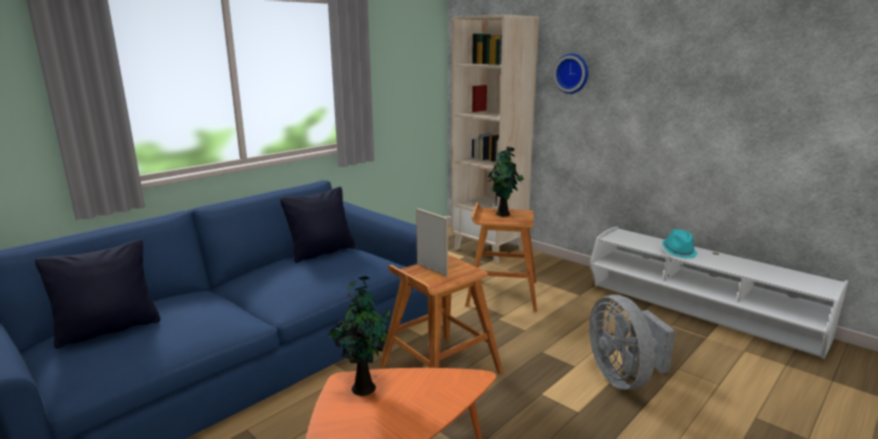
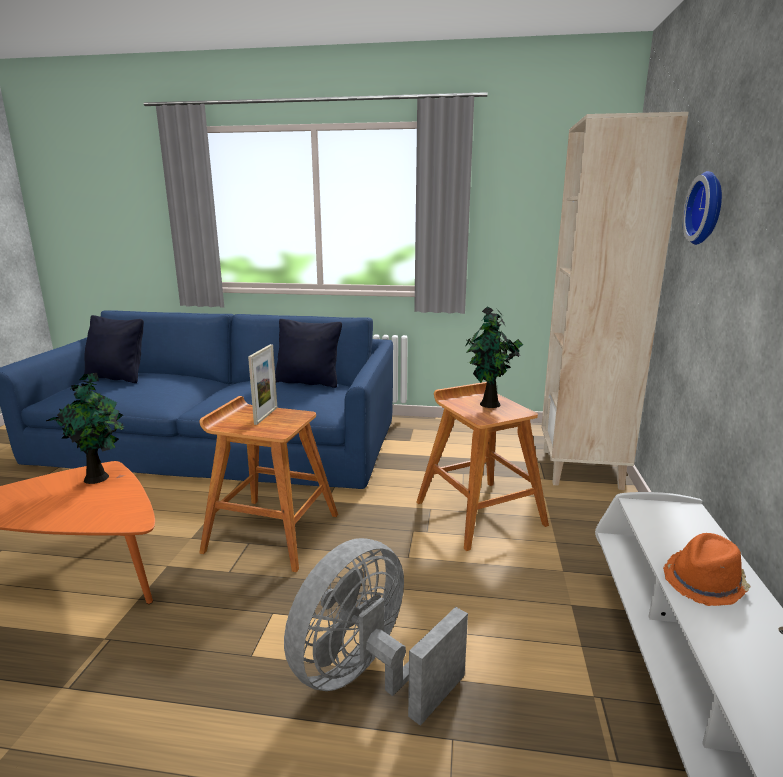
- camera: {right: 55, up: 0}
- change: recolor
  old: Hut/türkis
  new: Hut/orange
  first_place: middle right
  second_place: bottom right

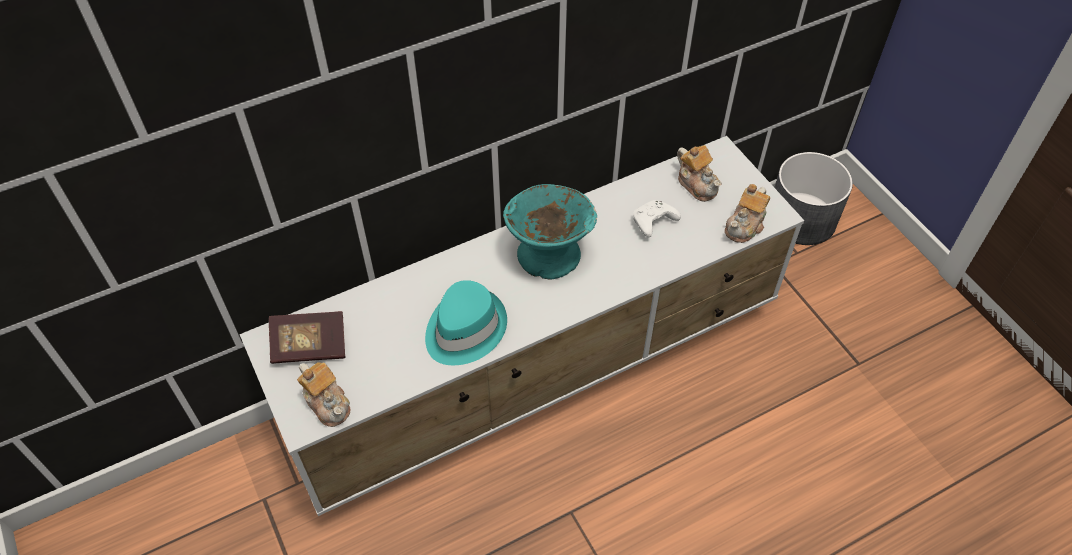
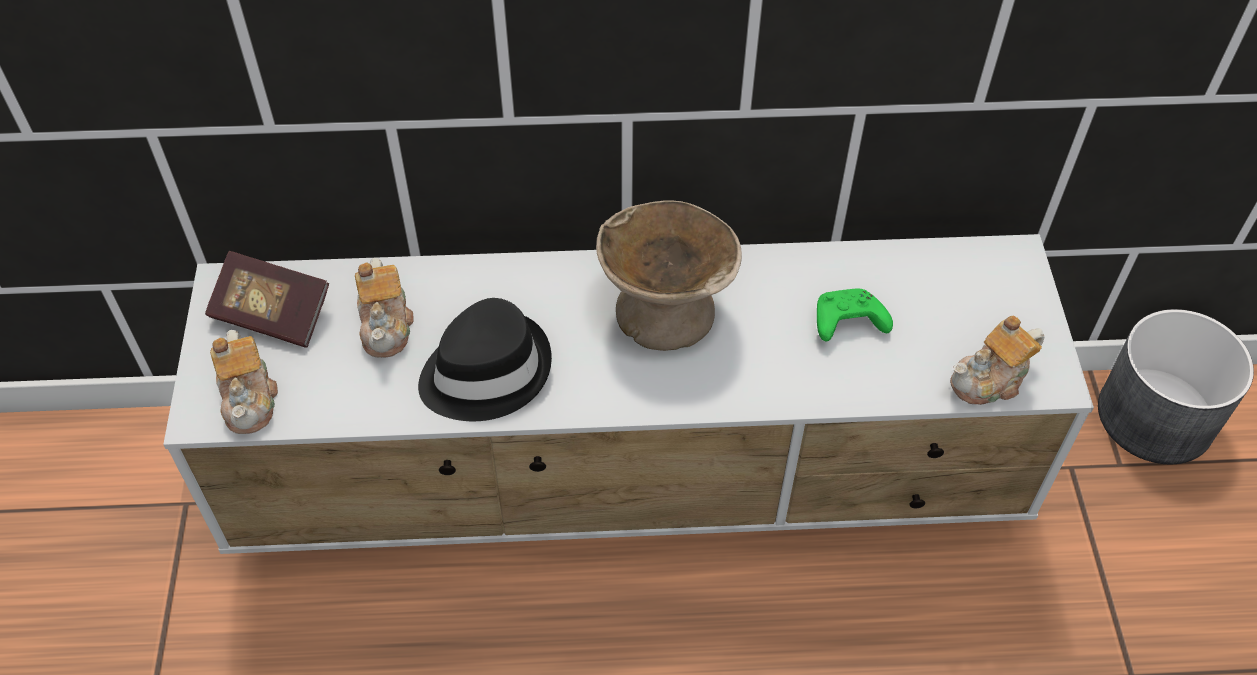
- camera: {right: 25, up: 0}
- change: move
  old: Teekanne (2nd from left)
  first_place: top centre
  second_place: middle left
- change: recolor
  old: Hut/türkis
  new: Hut/schwarz
  first_place: centre
  second_place: centre
- change: recolor
  old: Schüssel/türkis
  new: Schüssel/beige
  first_place: centre
  second_place: centre
- change: recolor
  old: Gamepad/weiß
  new: Gamepad/grün
  first_place: centre
  second_place: middle right

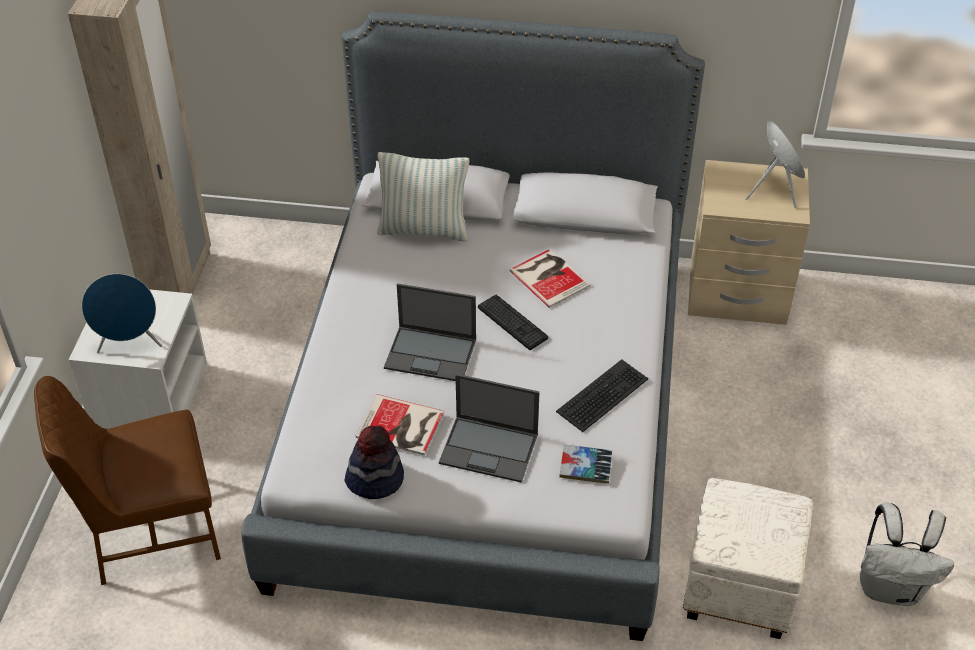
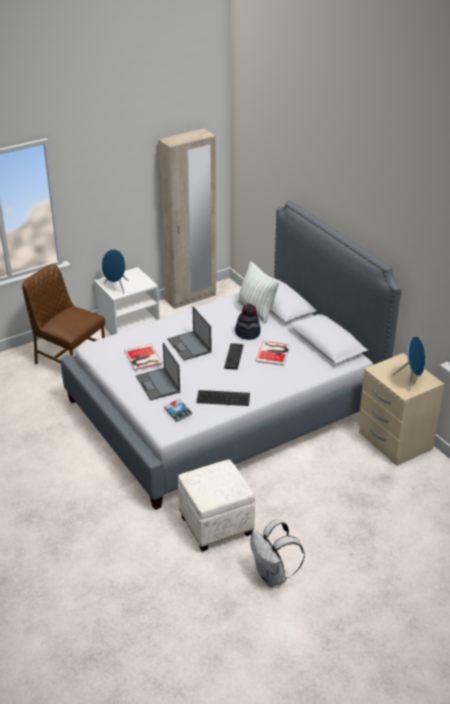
- camera: {right: 50, up: -10}
- change: move
  old: Hut
  first_place: bottom centre
  second_place: centre

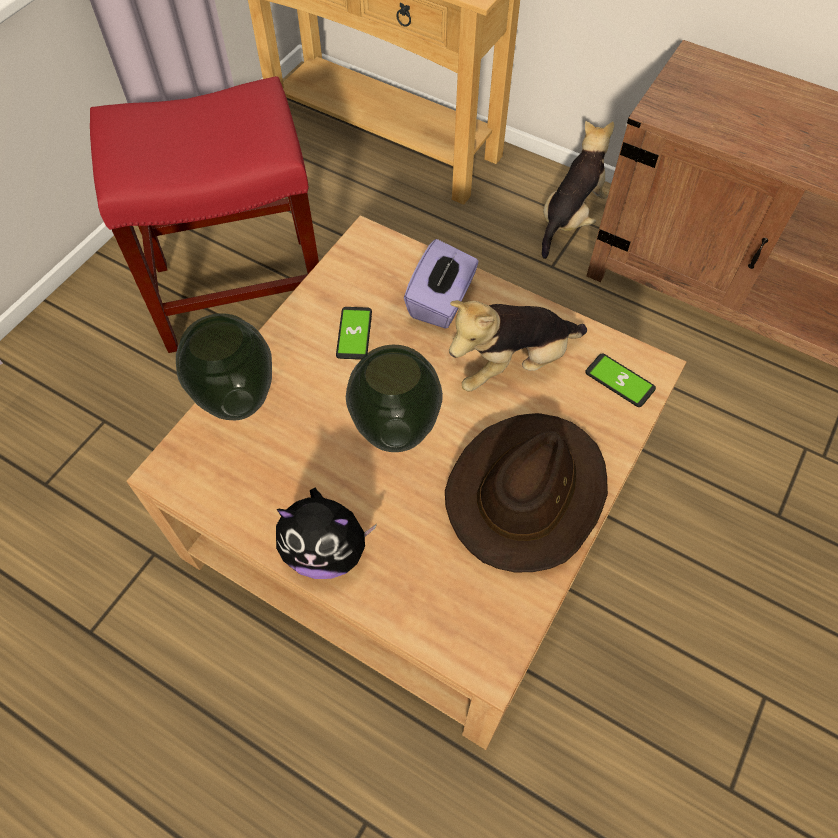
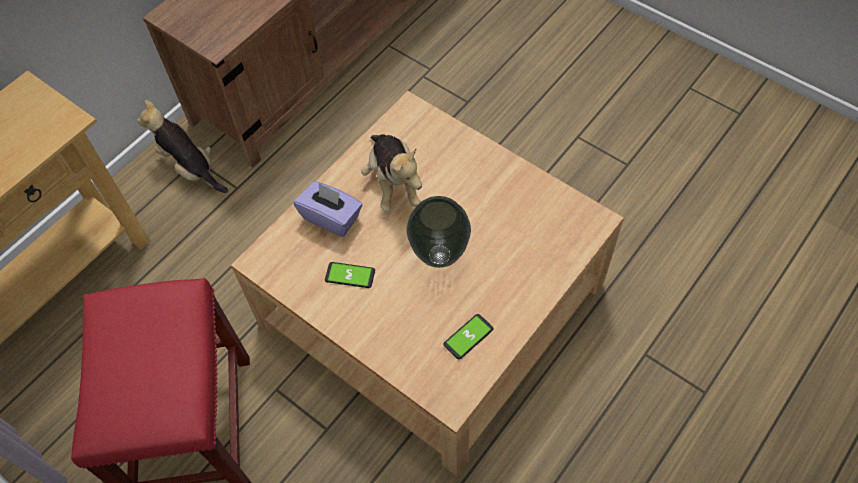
- camera: {right: -80, up: 0}
- change: move
  old: Handy (2nd from left)
  first_place: middle right
  second_place: bottom centre
- change: delete
  old: Vase (1st from left)
  first_place: middle left
- change: delete
  old: Plüschtier (1st from left)
  first_place: centre
- change: delete
  old: Hut/braun
  first_place: centre

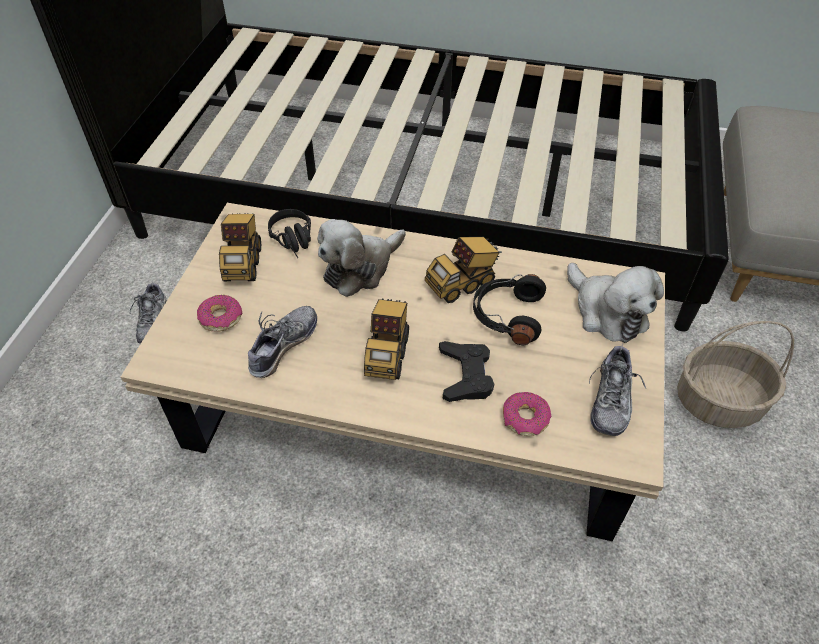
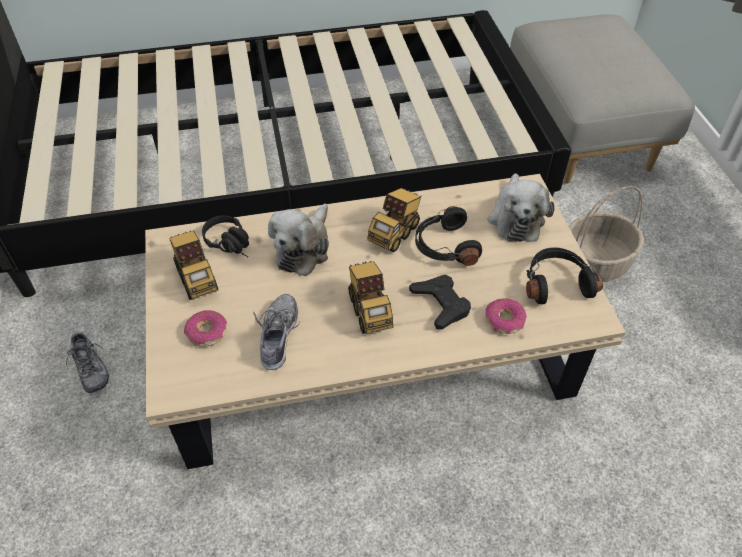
- camera: {right: -25, up: 0}
- change: rotate
  old: Plüschtier (2nd from left)
  first_place: middle right
  second_place: middle right
  degrees: 60
- change: replace
  old: Schuh (3rd from left)
  new: Kopfhörer/schwarz (3rd from left)
  first_place: middle right
  second_place: middle right

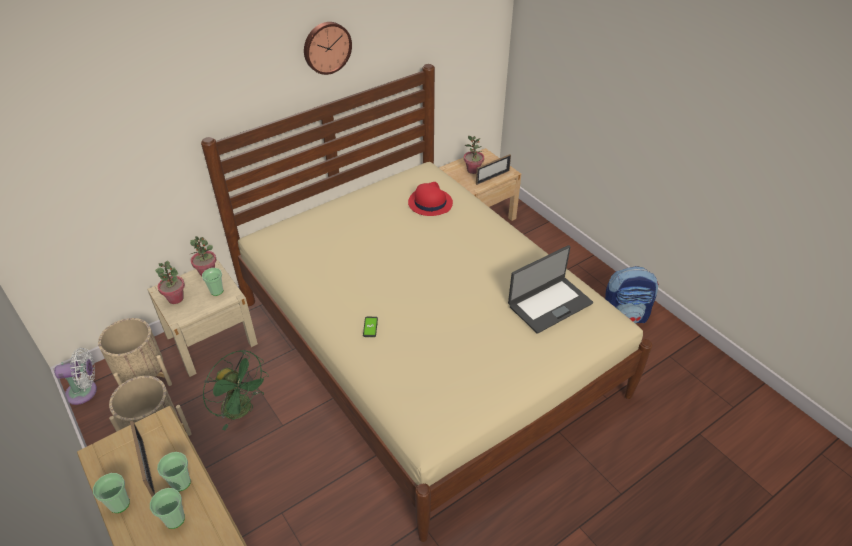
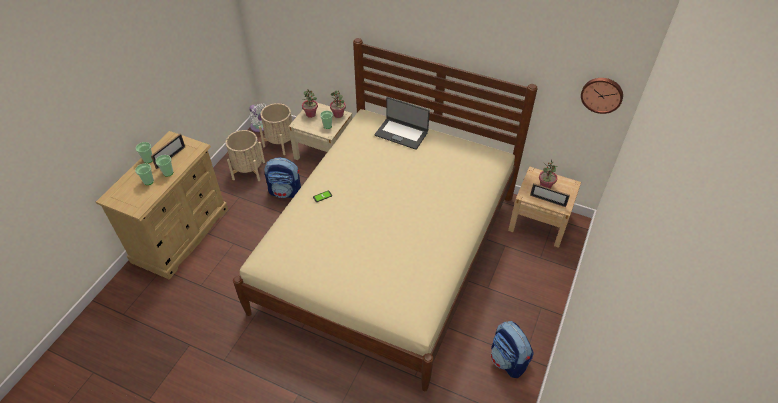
- camera: {right: 60, up: 5}
- change: replace
  old: Ventilator/grün
  new: Rucksack (1st from left)
  first_place: bottom left
  second_place: centre
- change: move
  old: Laptop
  first_place: centre
  second_place: top centre
- change: move
  old: Wanduhr
  first_place: top centre
  second_place: top right
- change: delete
  old: Hut/rot
  first_place: centre

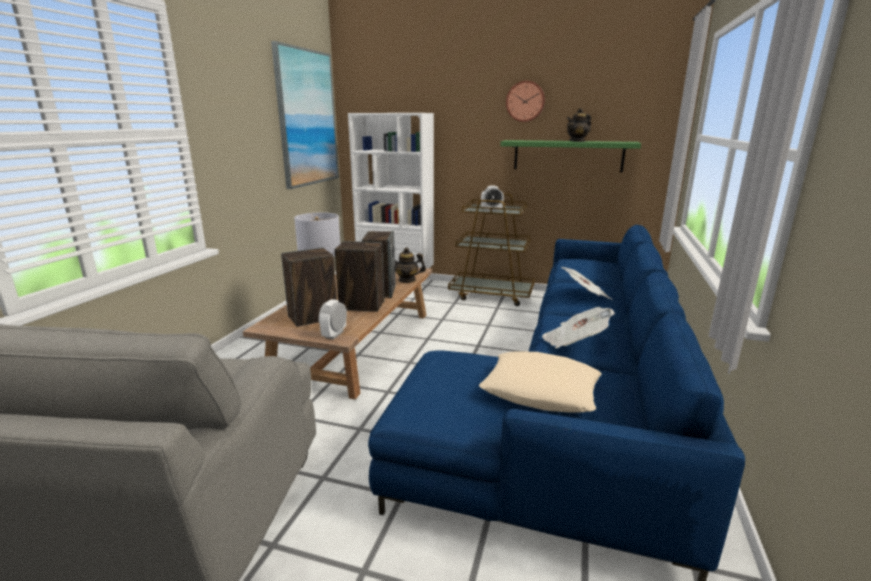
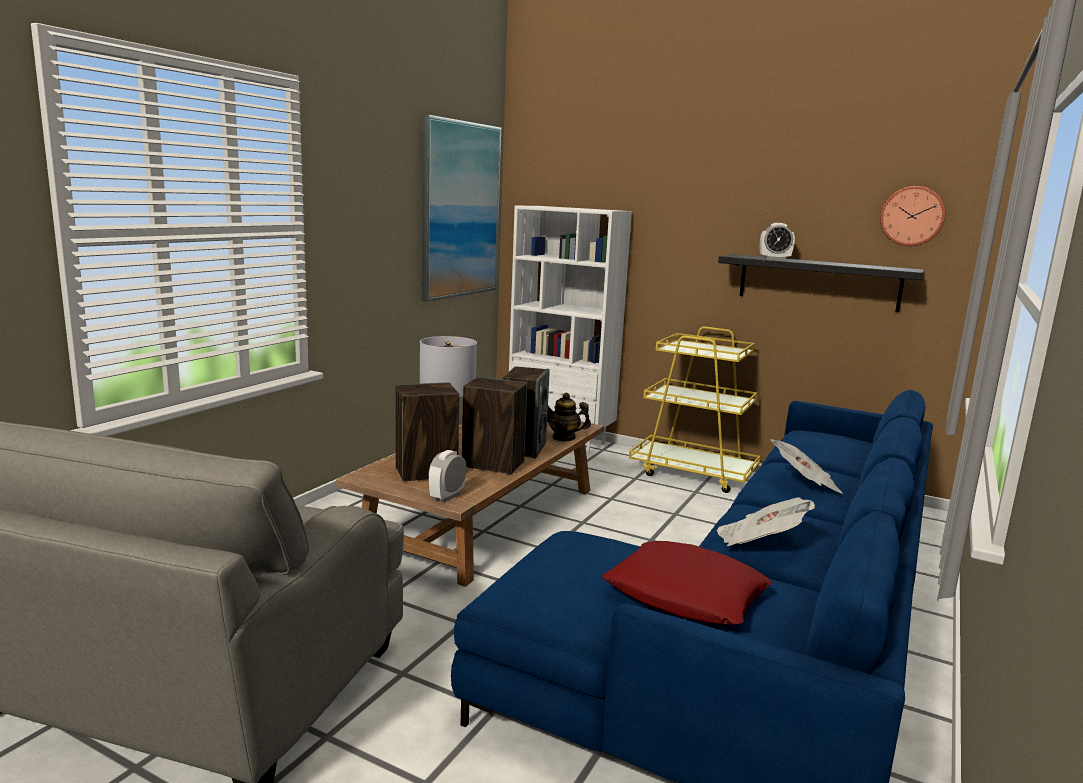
- camera: {right: 10, up: -5}
- change: recolor
  old: Kissen/beige
  new: Kissen/rot
  first_place: centre
  second_place: bottom centre
- change: recolor
  old: Rollwagen/braun
  new: Rollwagen/gelb
  first_place: centre
  second_place: centre
- change: recolor
  old: Wandregal/grün
  new: Wandregal/schwarz
  first_place: top centre
  second_place: middle right
- change: move
  old: Wecker (2nd from left)
  first_place: centre
  second_place: top right
- change: move
  old: Wanduhr
  first_place: top centre
  second_place: top right
- change: delete
  old: Teekanne (2nd from left)
  first_place: top centre

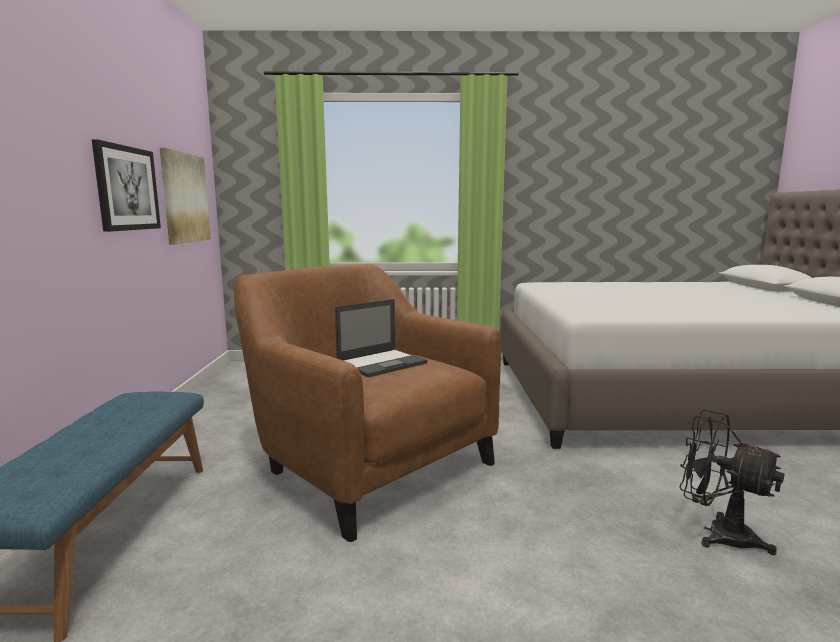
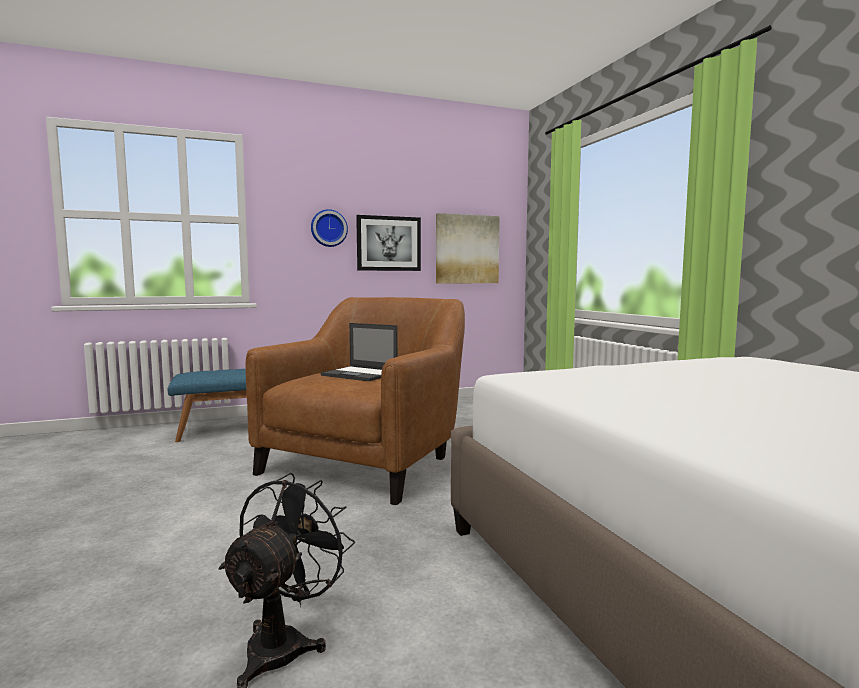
- camera: {right: 70, up: -5}
- change: insert
  new: Wanduhr
  second_place: top centre

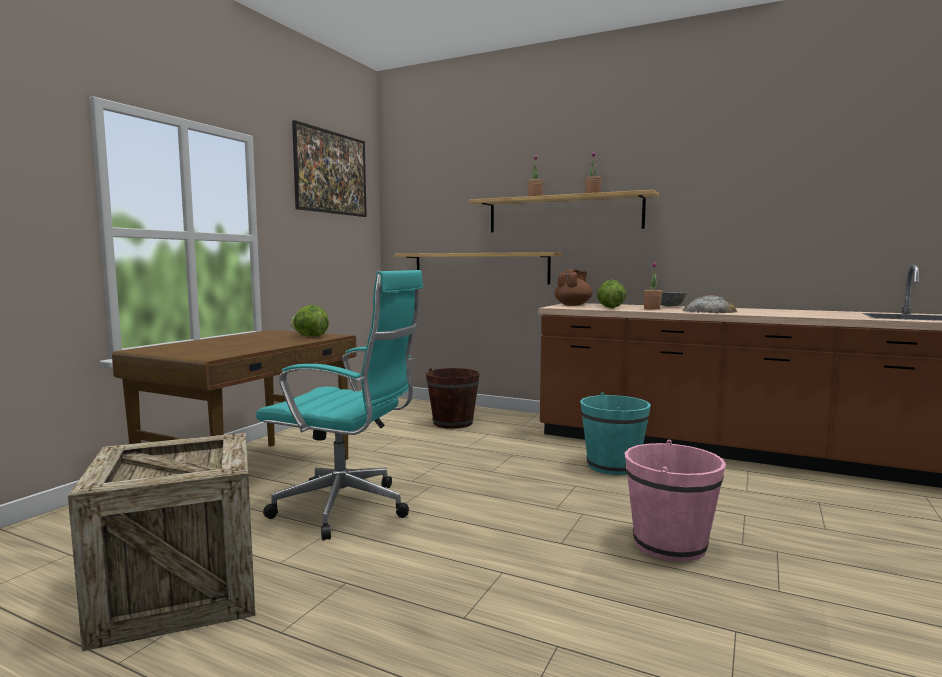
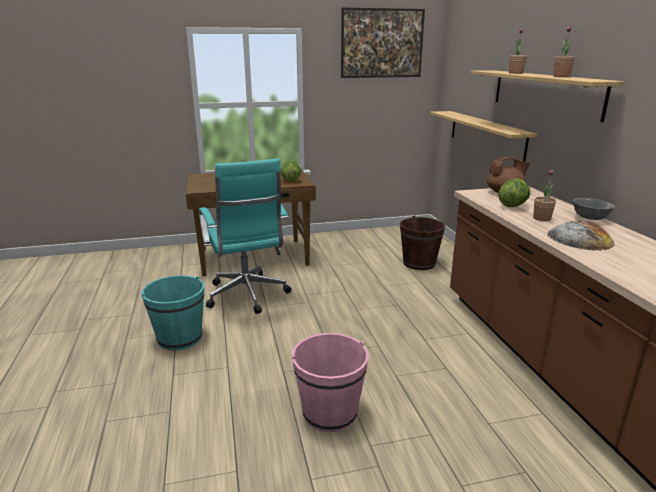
- camera: {right: 50, up: 15}
- change: move
  old: Eimer/türkis
  first_place: centre
  second_place: middle left
- change: delete
  old: Kiste
  first_place: bottom left

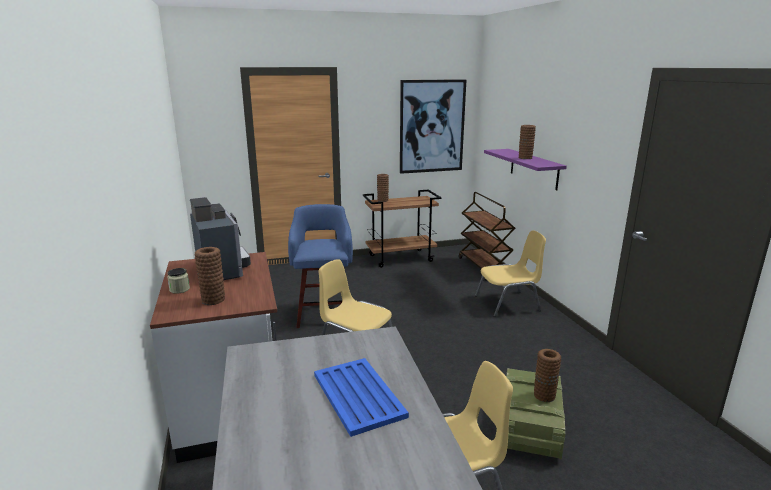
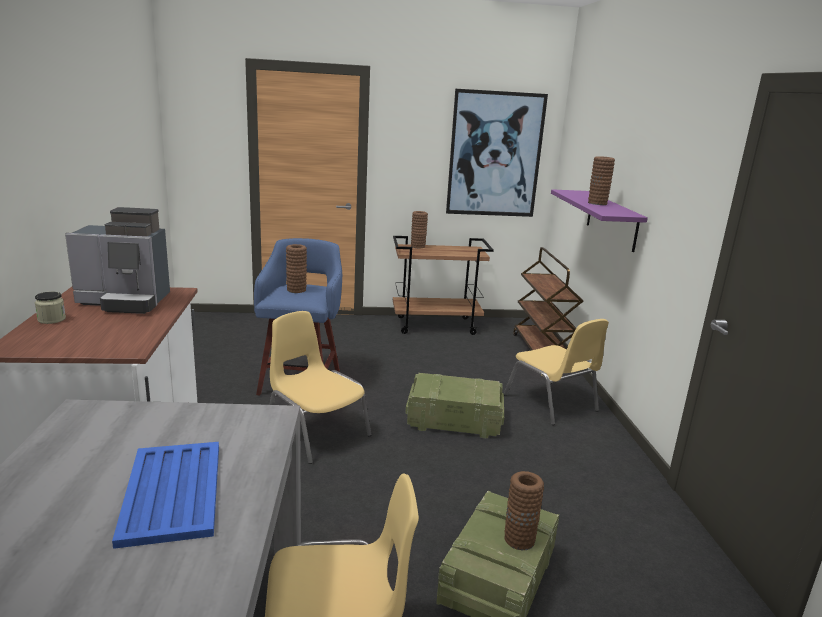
- camera: {right: 10, up: 0}
- change: rotate
  old: Kaffeemaschine
  first_place: middle left
  second_place: middle left
  degrees: 105
- change: move
  old: Vase/braun (1st from left)
  first_place: middle left
  second_place: centre
- change: insert
  new: Kiste (1st from left)
  second_place: centre
- change: rotate
  old: Stuhl/gelb (3rd from left)
  first_place: centre
  second_place: middle right
  degrees: 60

